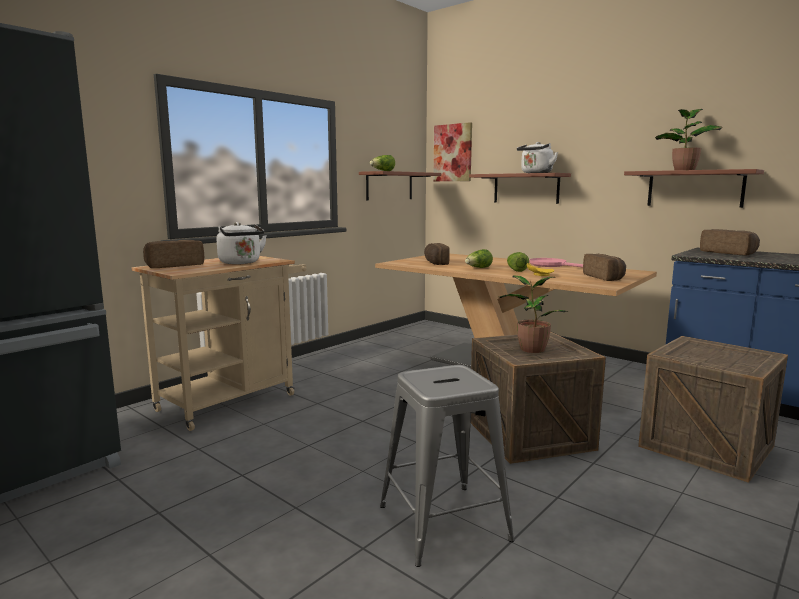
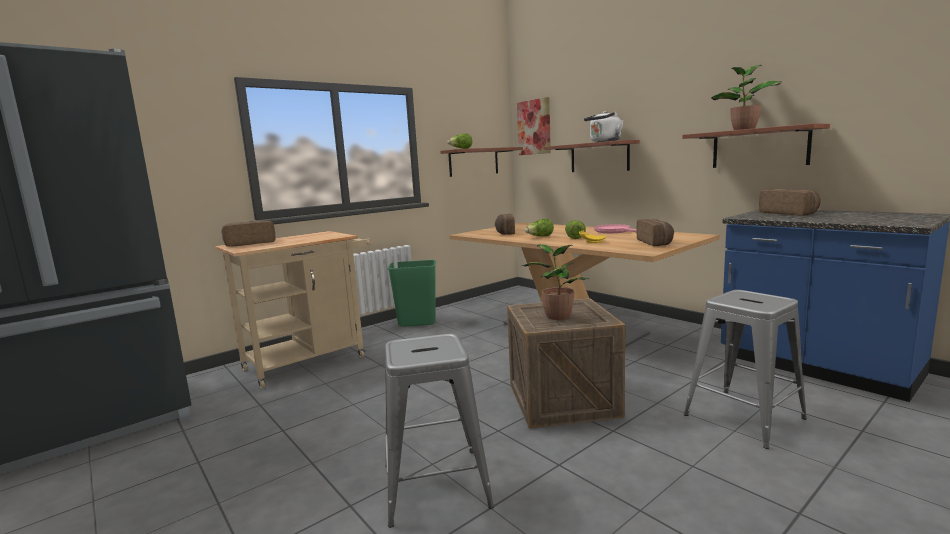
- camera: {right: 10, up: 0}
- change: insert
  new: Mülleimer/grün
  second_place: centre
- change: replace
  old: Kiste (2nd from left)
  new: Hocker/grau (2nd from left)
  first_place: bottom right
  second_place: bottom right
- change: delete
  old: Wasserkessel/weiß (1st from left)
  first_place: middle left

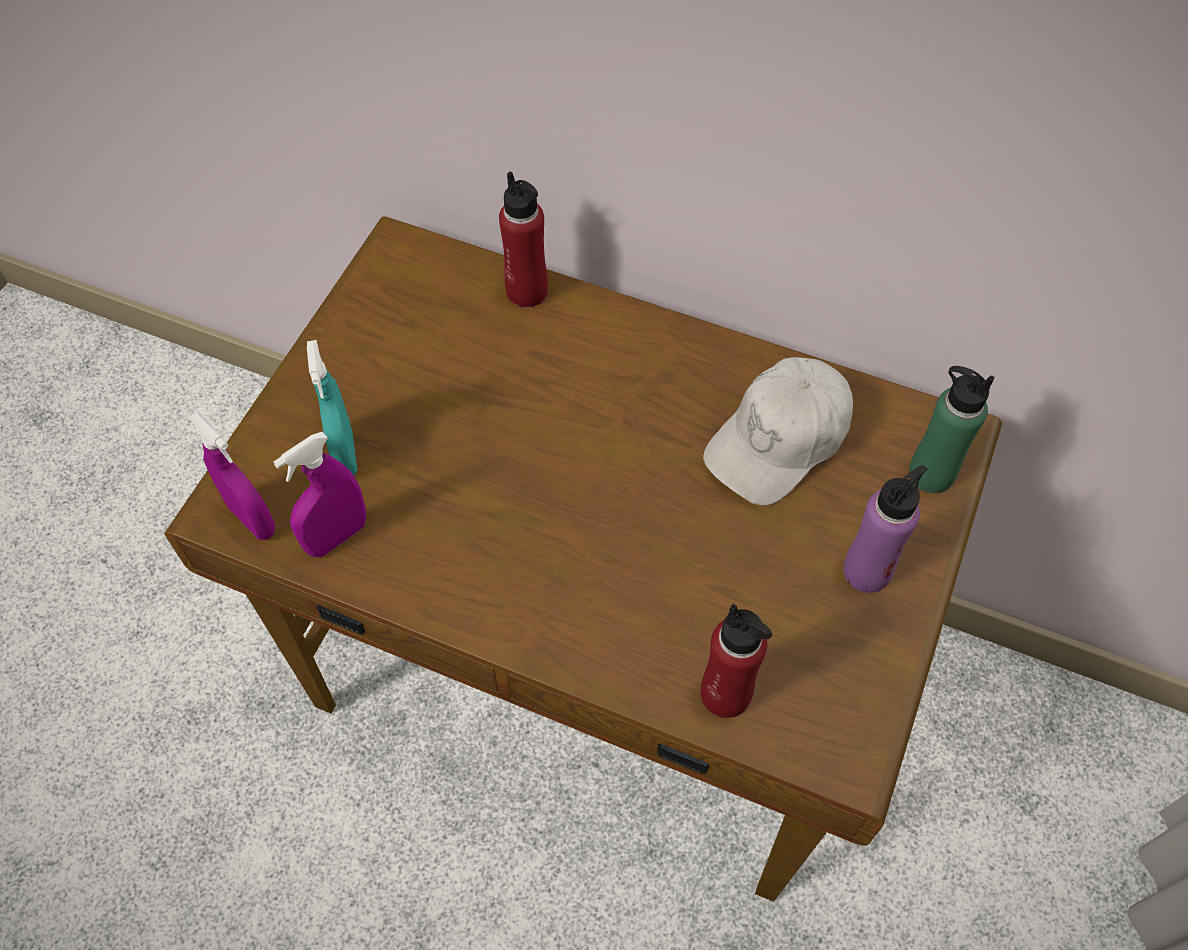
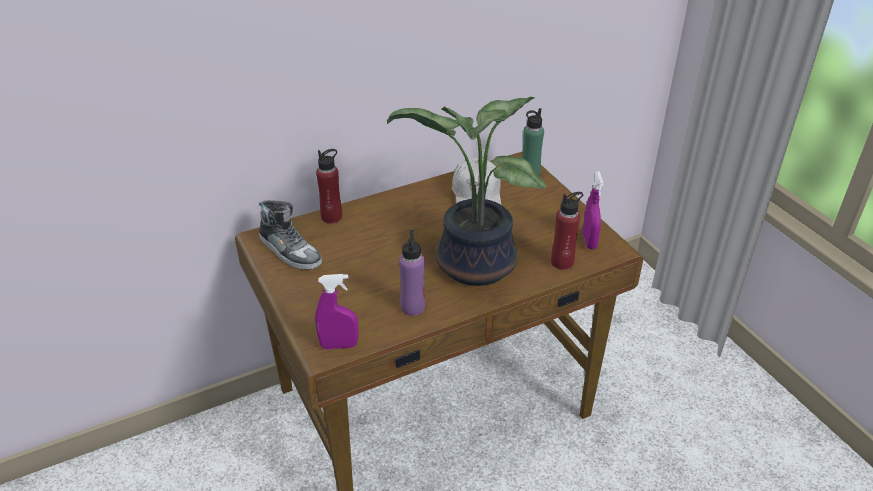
- camera: {right: -50, up: -20}
- change: insert
  new: Schuh
  second_place: middle left
- change: insert
  new: Topfpflanze
  second_place: centre
- change: move
  old: Flasche/lila
  first_place: middle right
  second_place: centre
- change: move
  old: Sprühflasche/lila (2nd from left)
  first_place: middle left
  second_place: middle right
- change: delete
  old: Sprühflasche/türkis
  first_place: middle left

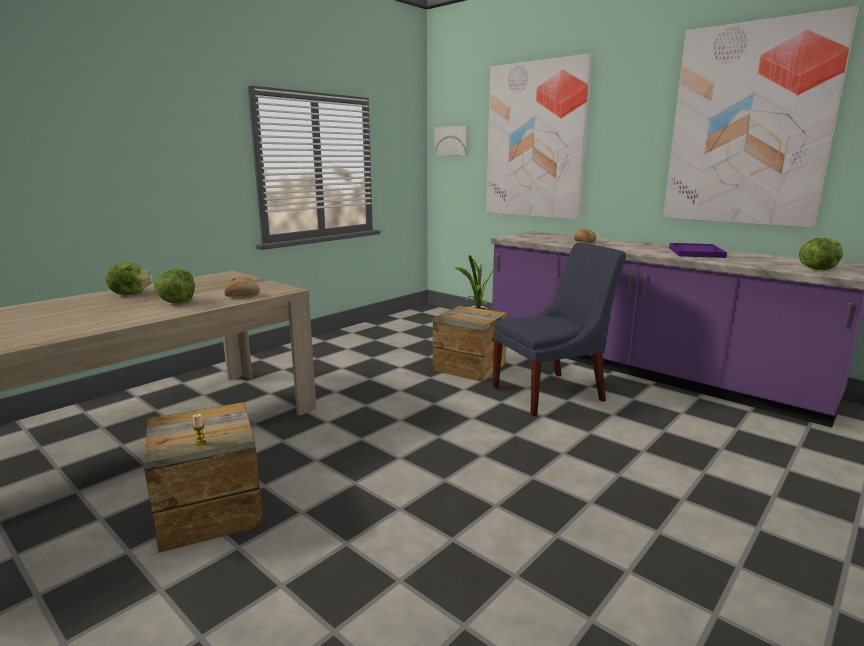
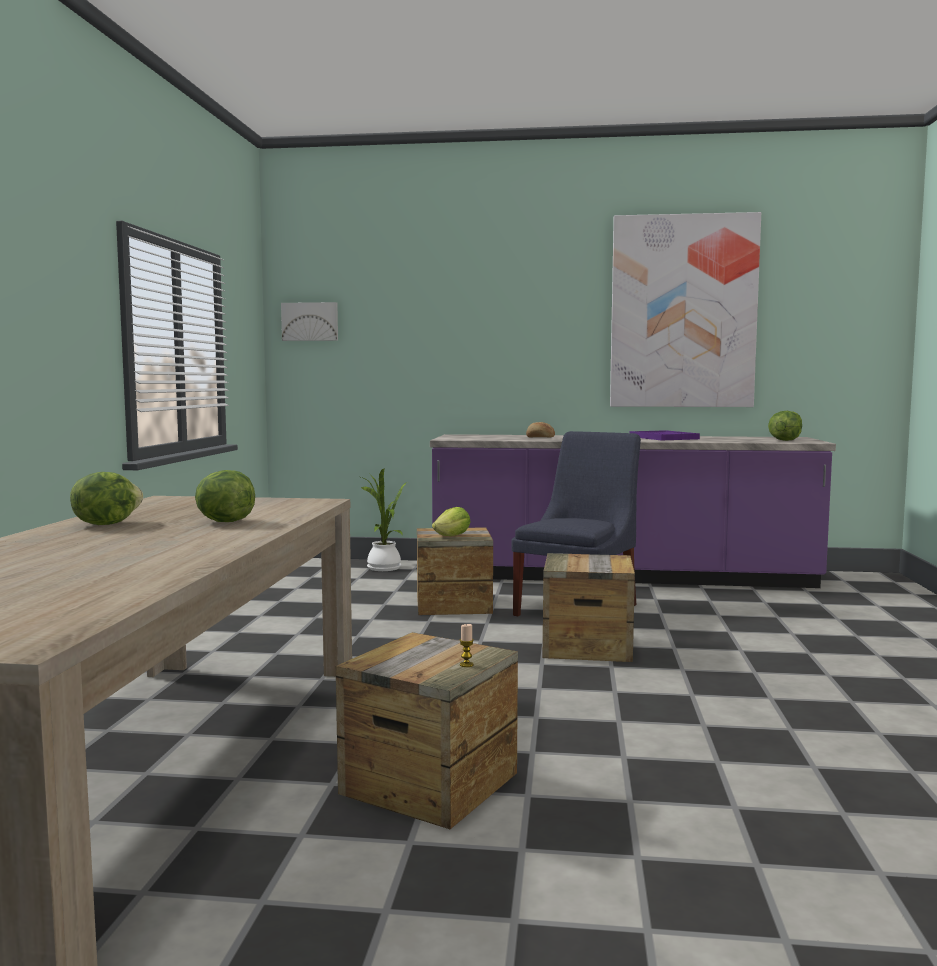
- camera: {right: -35, up: -10}
- change: insert
  new: Salatkopf (3rd from left)
  second_place: centre
- change: insert
  new: Kiste (3rd from left)
  second_place: centre
- change: delete
  old: Brot (1st from left)
  first_place: middle left
- change: delete
  old: Bild (2nd from left)
  first_place: top centre

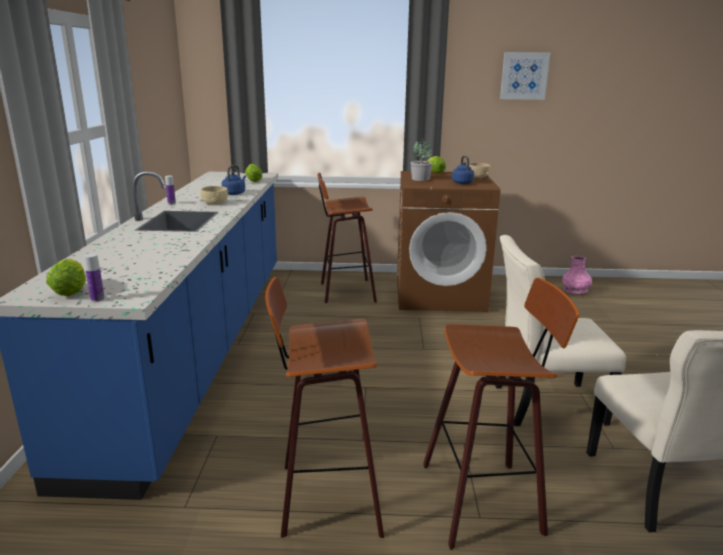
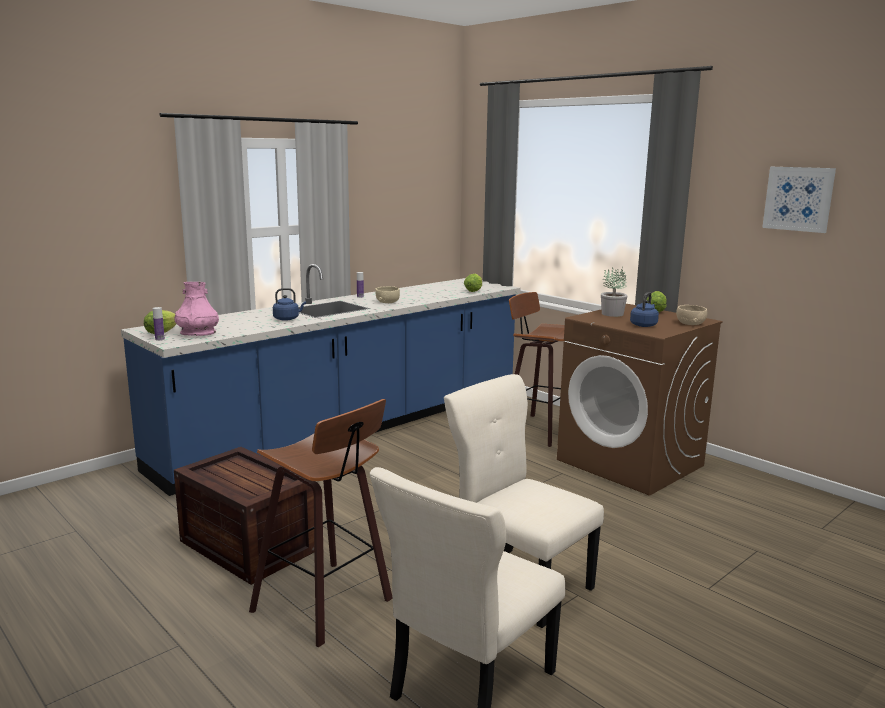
- camera: {right: 45, up: -5}
- change: move
  old: Vase/rosa
  first_place: middle right
  second_place: middle left
- change: replace
  old: Hocker (1st from left)
  new: Kiste
  first_place: bottom centre
  second_place: bottom left
- change: move
  old: Wasserkessel/blau (1st from left)
  first_place: top left
  second_place: middle left

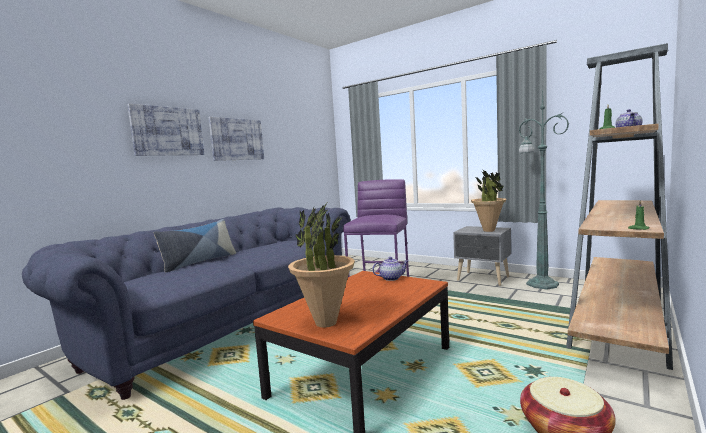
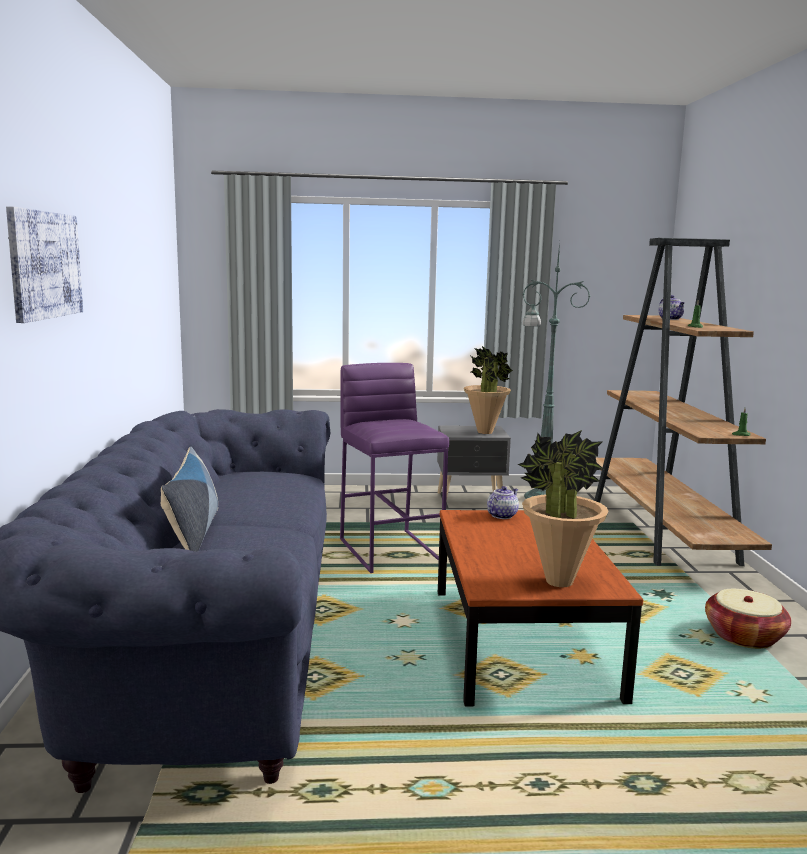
- camera: {right: -40, up: 5}
- change: delete
  old: Bild (2nd from left)
  first_place: top centre

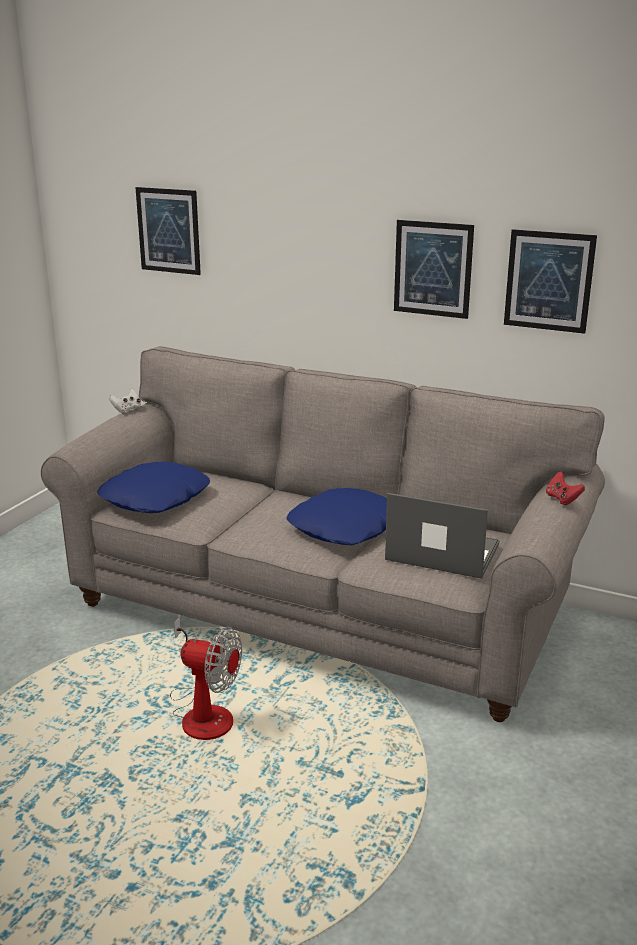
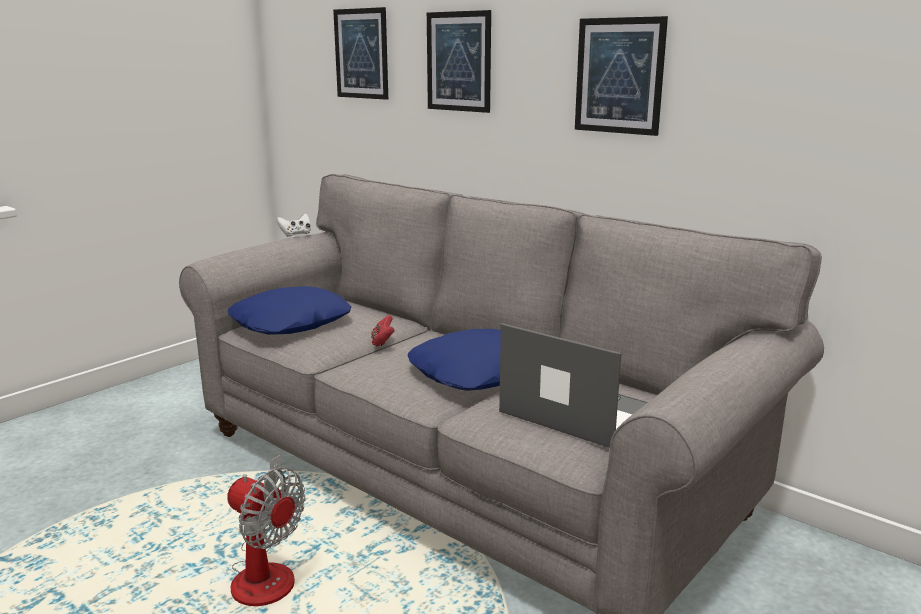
- camera: {right: 15, up: -5}
- change: move
  old: Gamepad/rot
  first_place: middle right
  second_place: centre
- change: move
  old: Bild (3rd from left in the first image)
  new: Bild (2nd from left)
  first_place: top right
  second_place: top centre

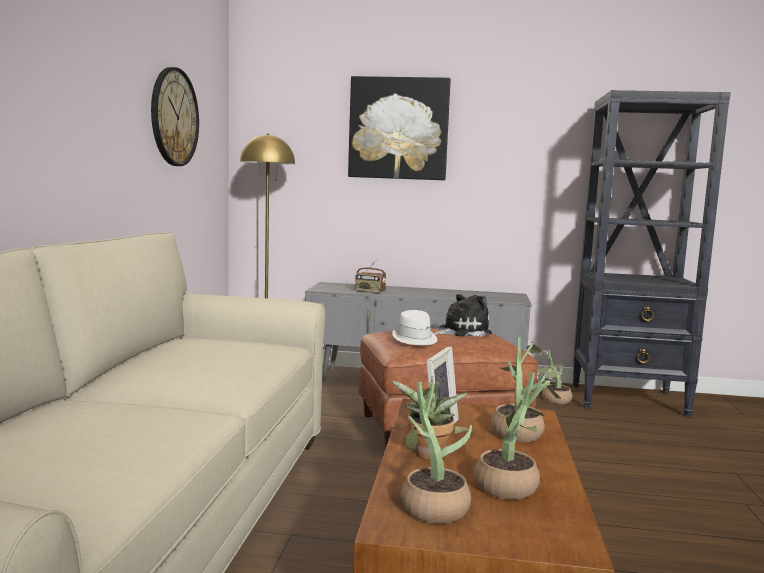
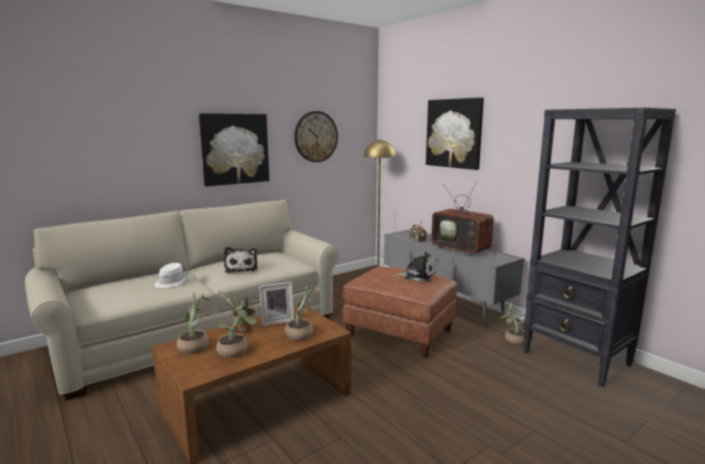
- camera: {right: 45, up: 5}
- change: move
  old: Hut/weiß
  first_place: centre
  second_place: middle left
- change: insert
  new: Bild (1st from left)
  second_place: top left
- change: insert
  new: Plüschtier (1st from left)
  second_place: centre
- change: insert
  new: Fernseher
  second_place: centre

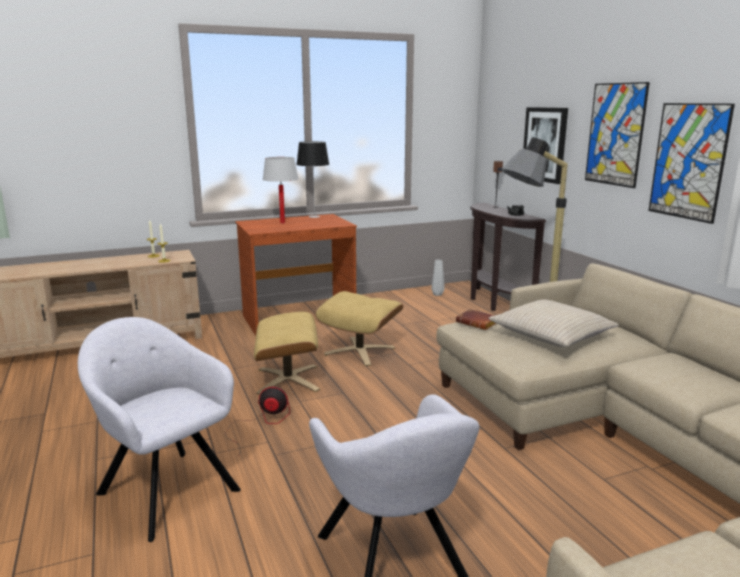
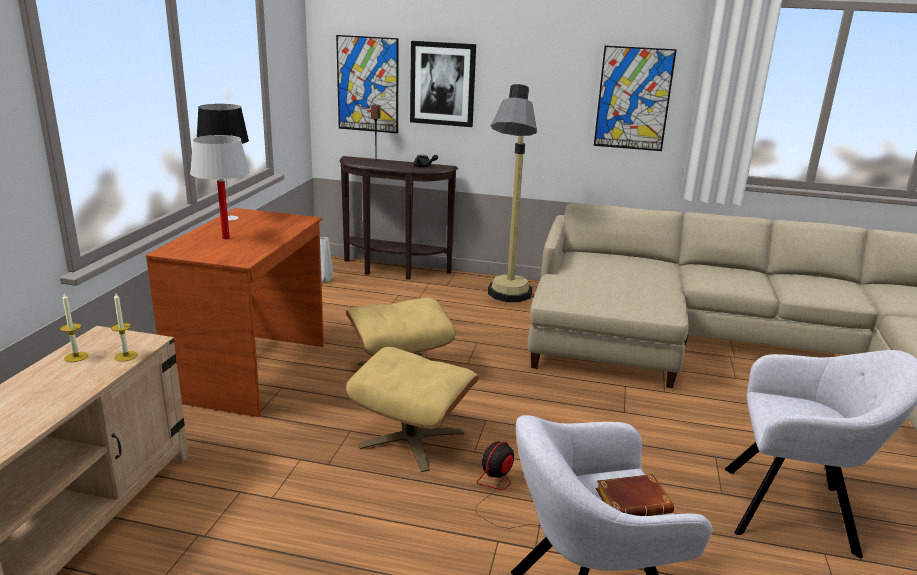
- camera: {right: -55, up: 5}
- change: move
  old: Bild (2nd from left in the first image)
  new: Bild (1st from left)
  first_place: top right
  second_place: top centre
- change: move
  old: Buch/braun
  first_place: centre
  second_place: bottom right
- change: delete
  old: Kissen/beige
  first_place: middle right

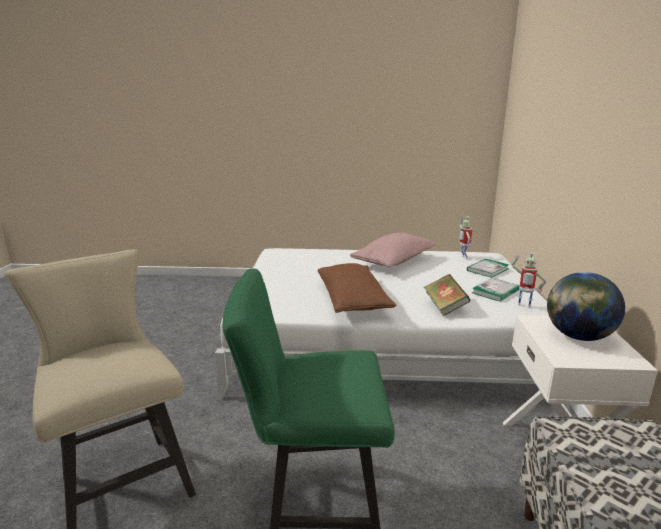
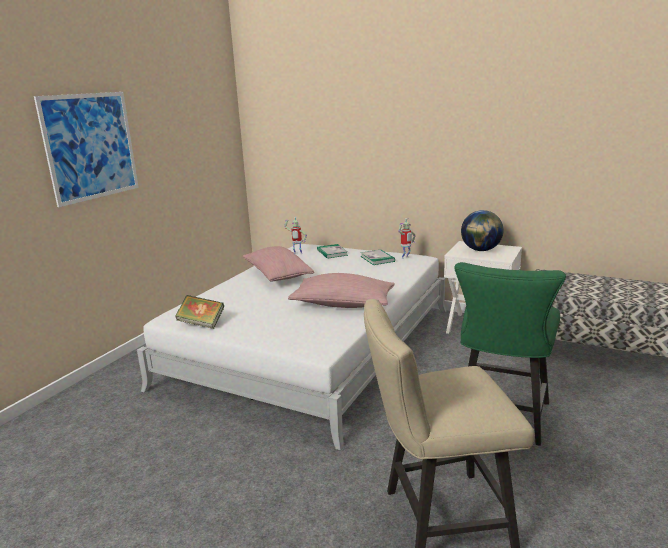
- camera: {right: -65, up: 0}
- change: insert
  new: Bild
  second_place: top left
- change: move
  old: Buch (1st from left)
  first_place: middle right
  second_place: middle left
- change: recolor
  old: Kissen/braun
  new: Kissen/rosa (2nd from left)
  first_place: centre
  second_place: centre

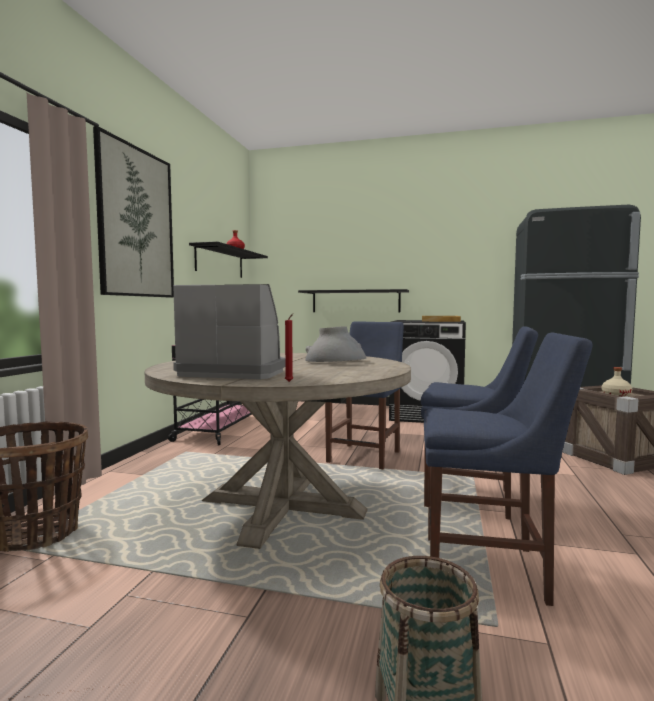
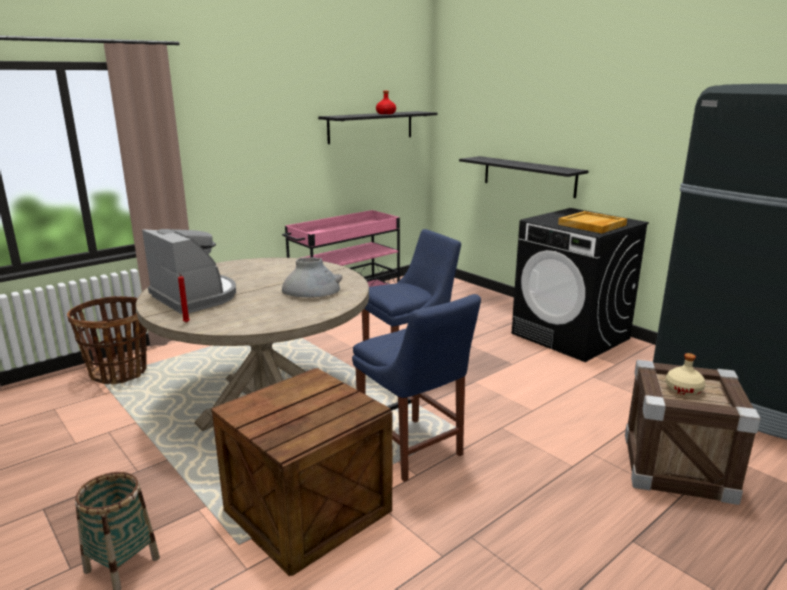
- camera: {right: 35, up: 15}
- change: replace
  old: Stuhl/blau (3rd from left)
  new: Kiste (1st from left)
  first_place: bottom right
  second_place: bottom centre
- change: delete
  old: Bild
  first_place: top left

